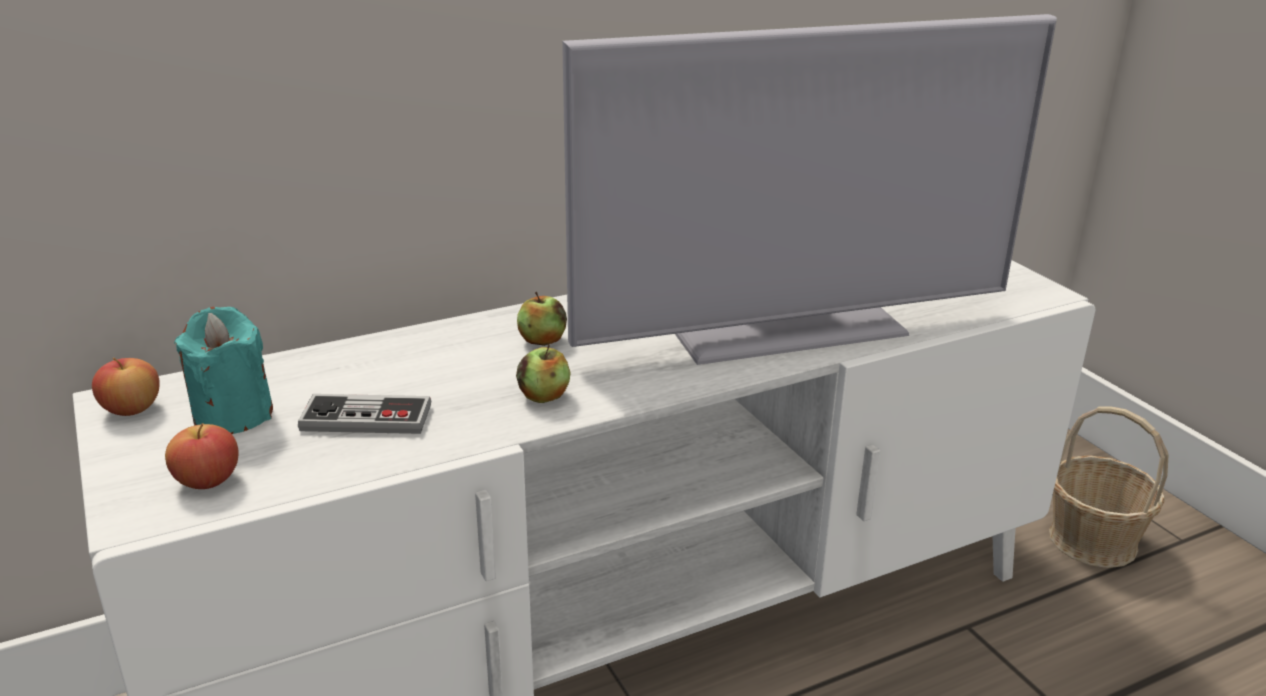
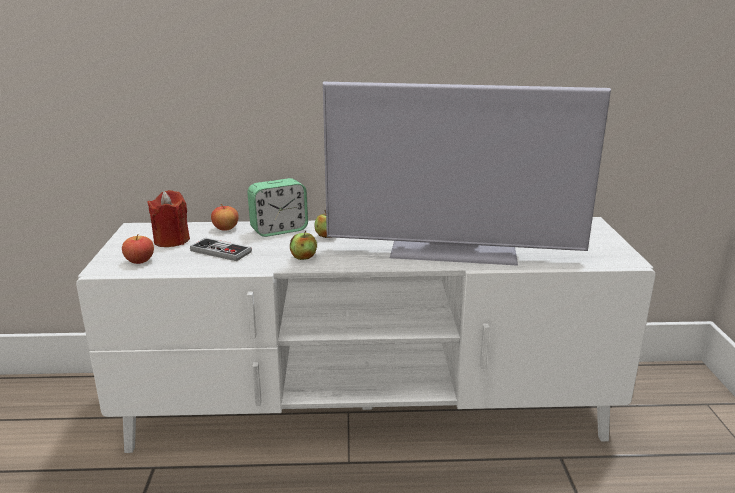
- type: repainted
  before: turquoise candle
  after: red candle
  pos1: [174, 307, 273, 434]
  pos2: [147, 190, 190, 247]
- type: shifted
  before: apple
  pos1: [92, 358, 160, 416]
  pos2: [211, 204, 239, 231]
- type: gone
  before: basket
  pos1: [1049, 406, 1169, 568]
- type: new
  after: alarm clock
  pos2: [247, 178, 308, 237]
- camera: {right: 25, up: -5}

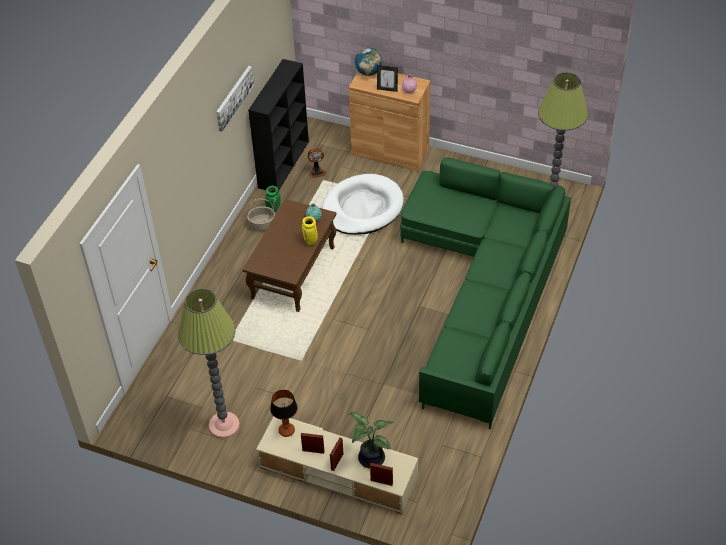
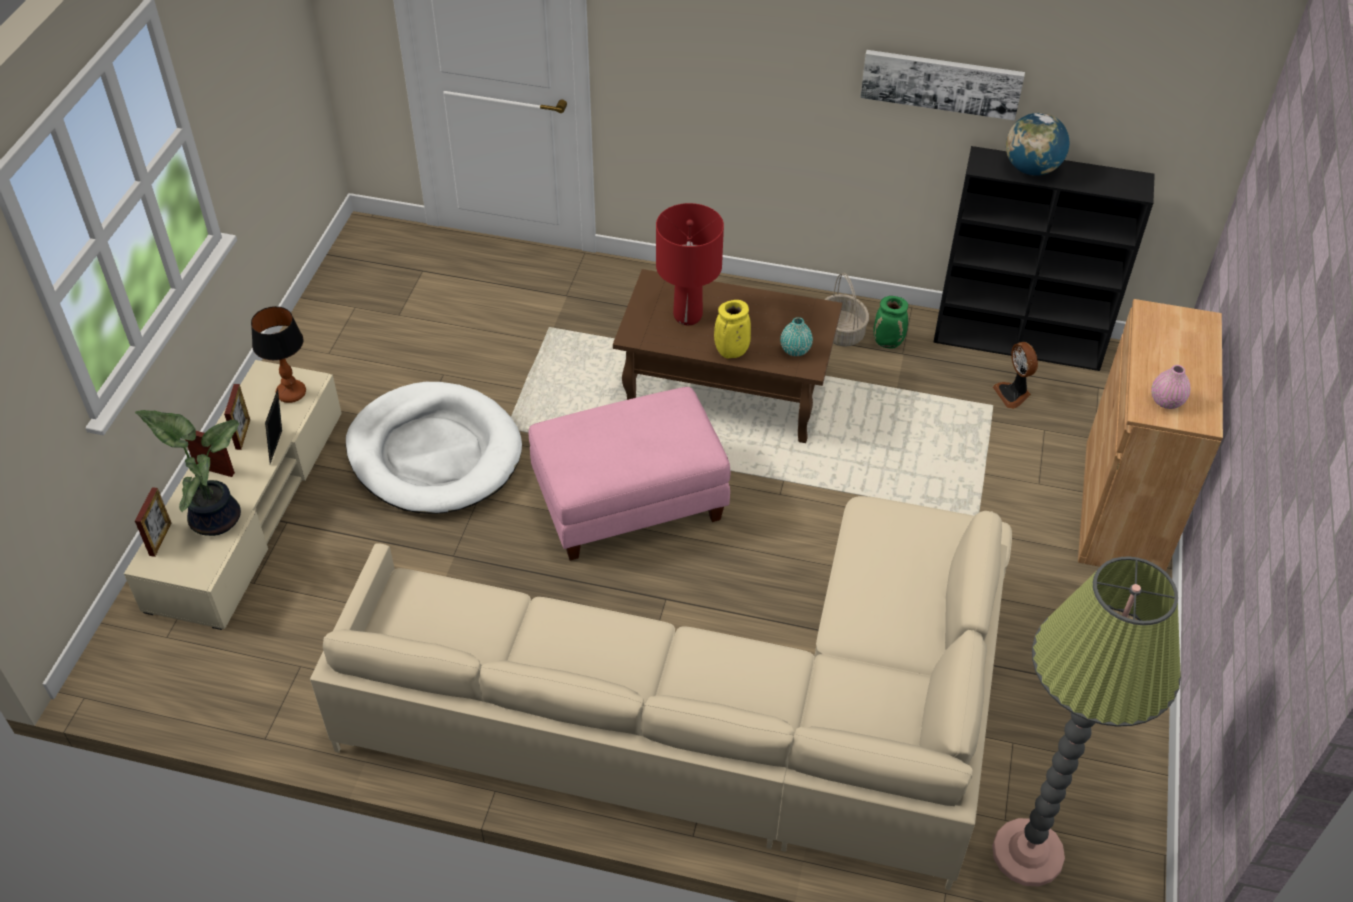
- type: shifted
  before: globe
  pos1: [355, 48, 382, 76]
  pos2: [1006, 113, 1069, 176]
- type: shifted
  before: picture frame
  pos1: [377, 65, 398, 92]
  pos2: [265, 389, 282, 464]
- type: repainted
  before: green sofa
  after: beige sofa
  pos1: [400, 157, 571, 430]
  pos2: [310, 496, 1012, 890]
- type: shifted
  before: white dog bed
  pos1: [322, 174, 404, 235]
  pos2: [346, 382, 522, 514]
- type: gone
  before: floor lamp
  pos1: [178, 289, 240, 439]
- type: new
  after: red table lamp
  pos2: [656, 203, 724, 325]
- type: new
  after: pink ottoman
  pos2: [529, 387, 730, 561]
- camera: {right: 80, up: 0}

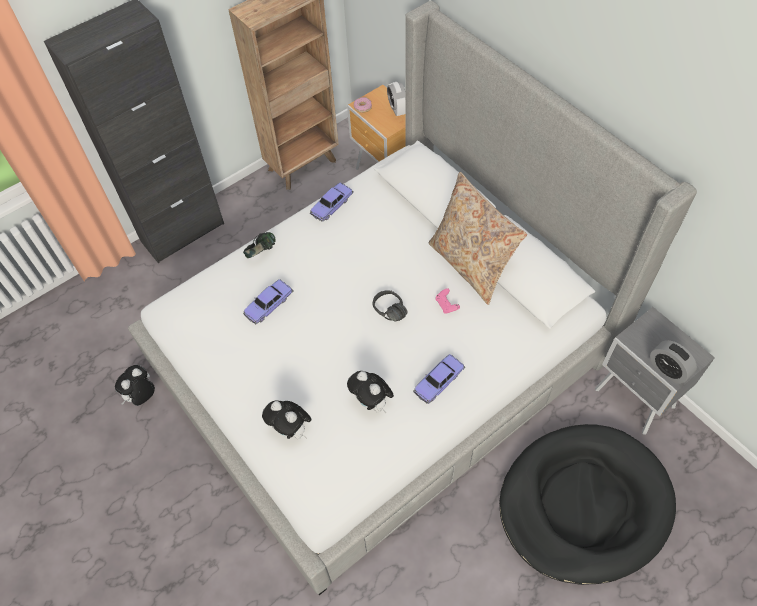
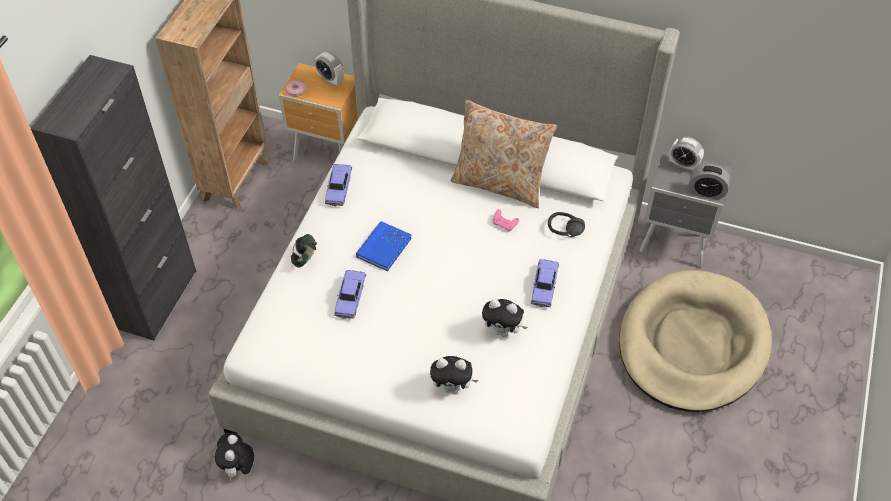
- type: shifted
  before: black headphones
  pos1: [373, 290, 408, 322]
  pos2: [548, 212, 585, 237]
- type: repainted
  before: black dog bed
  after: beige dog bed
  pos1: [499, 424, 676, 585]
  pos2: [619, 270, 772, 412]
- type: new
  after: alarm clock
  pos2: [669, 137, 704, 172]
- type: new
  after: blue book
  pos2: [356, 221, 412, 271]
- camera: {right: -35, up: -5}

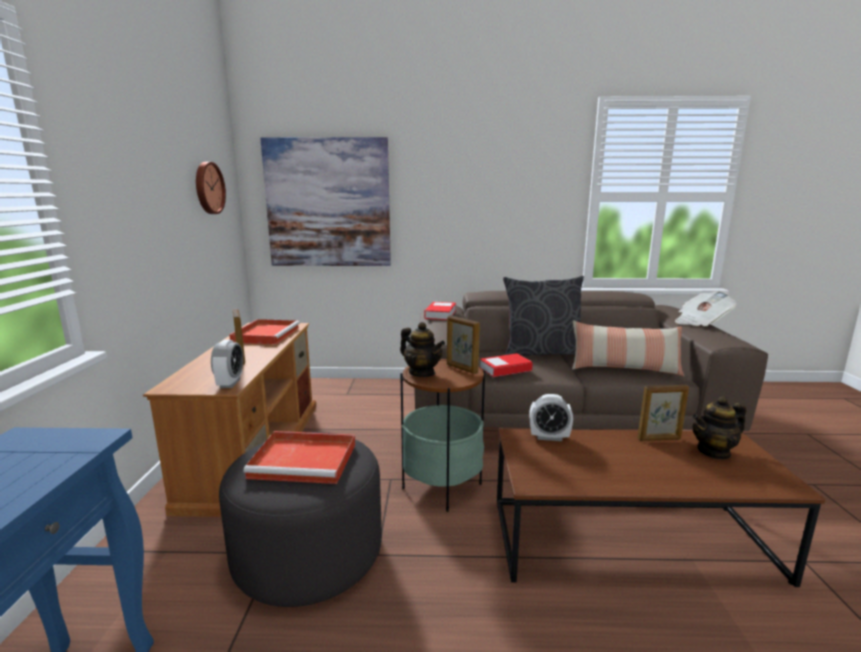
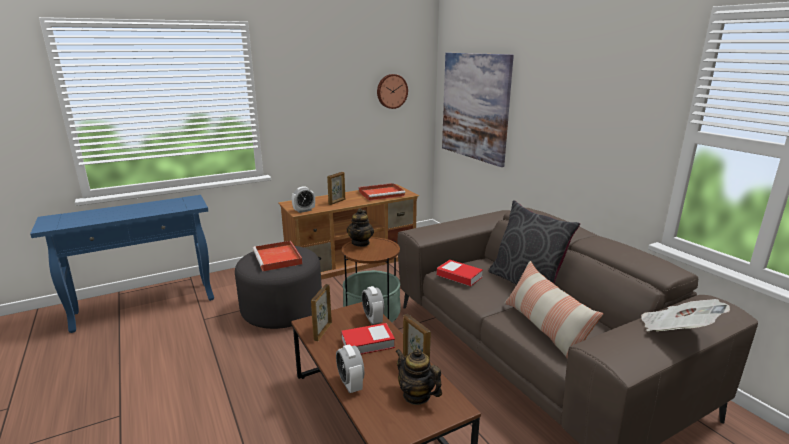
- type: shifted
  before: book
  pos1: [424, 302, 456, 320]
  pos2: [341, 323, 395, 354]
- type: shifted
  before: picture frame
  pos1: [447, 315, 480, 374]
  pos2: [311, 284, 332, 341]
- type: new
  after: alarm clock
  pos2: [336, 344, 364, 393]
- camera: {right: 60, up: 5}

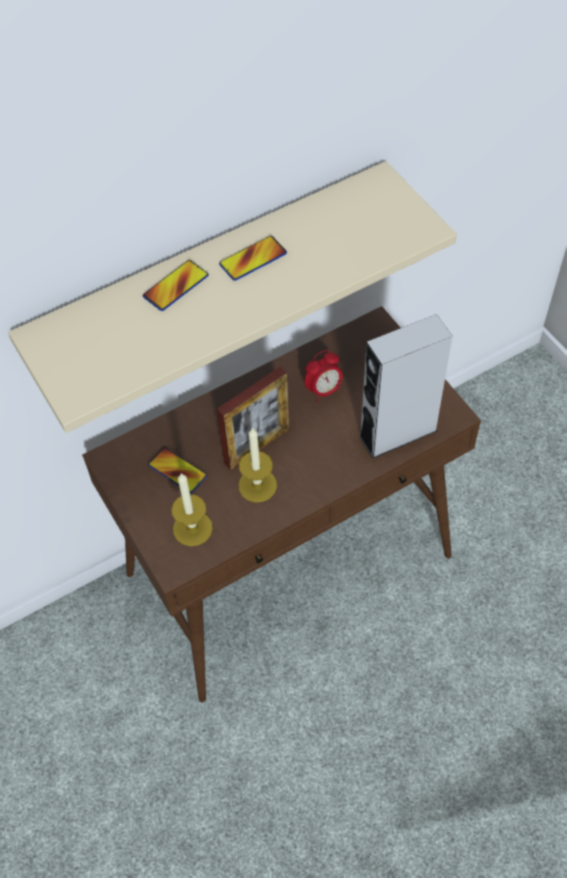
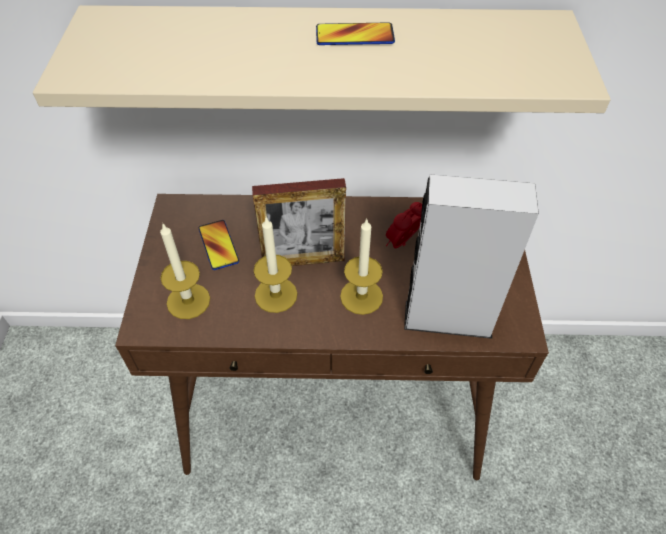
- type: gone
  before: phone
  pos1: [143, 260, 209, 311]
- type: rotated
  before: alarm clock
  pos1: [305, 350, 343, 402]
  pos2: [386, 202, 422, 249]
  turn: 135
- type: new
  after: candle
  pos2: [340, 218, 383, 315]
- camera: {right: 30, up: -5}

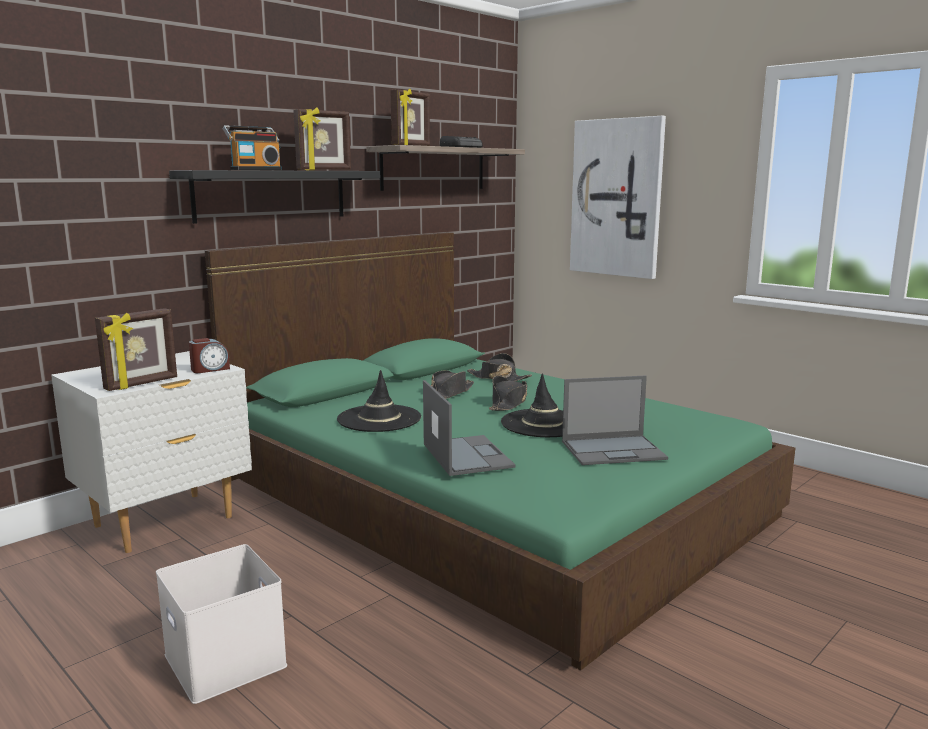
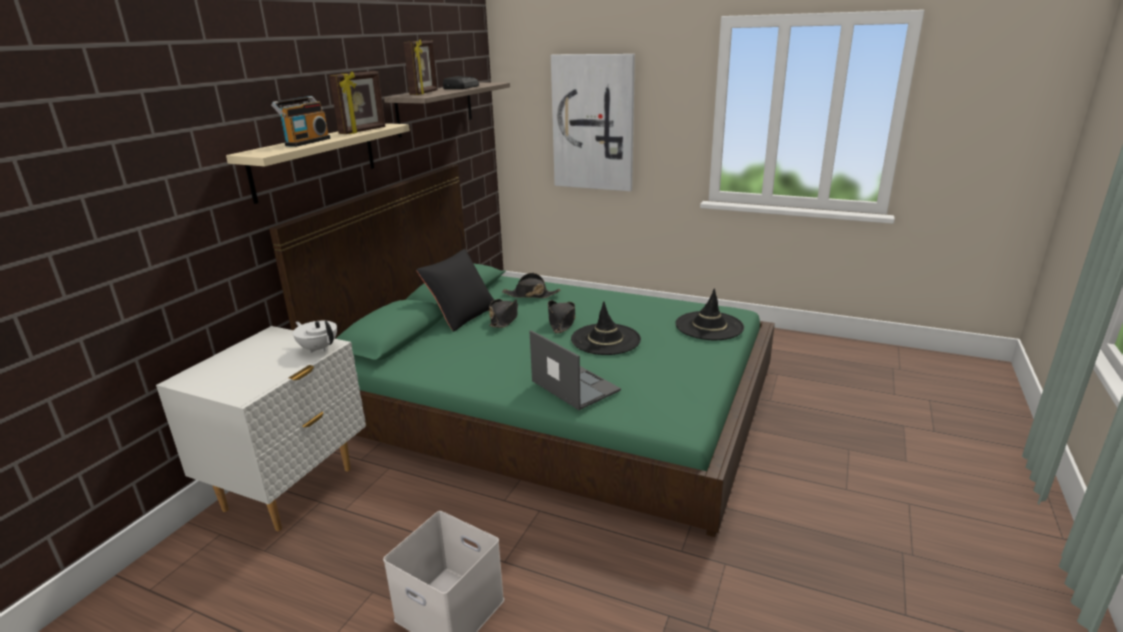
- type: repainted
  before: black shelf
  after: beige shelf
  pos1: [169, 170, 380, 224]
  pos2: [226, 123, 410, 204]
- type: gone
  before: picture frame
  pos1: [95, 308, 177, 391]
- type: swapped
  before: alarm clock
  after: white teapot
  pos1: [189, 338, 230, 373]
  pos2: [293, 320, 337, 353]
- type: shifted
  before: black hat
  pos1: [337, 370, 421, 432]
  pos2: [675, 288, 744, 340]
- type: gone
  before: laptop
  pos1: [562, 376, 668, 465]
- type: new
  after: black pillow
  pos2: [416, 249, 494, 332]
- camera: {right: -20, up: 10}

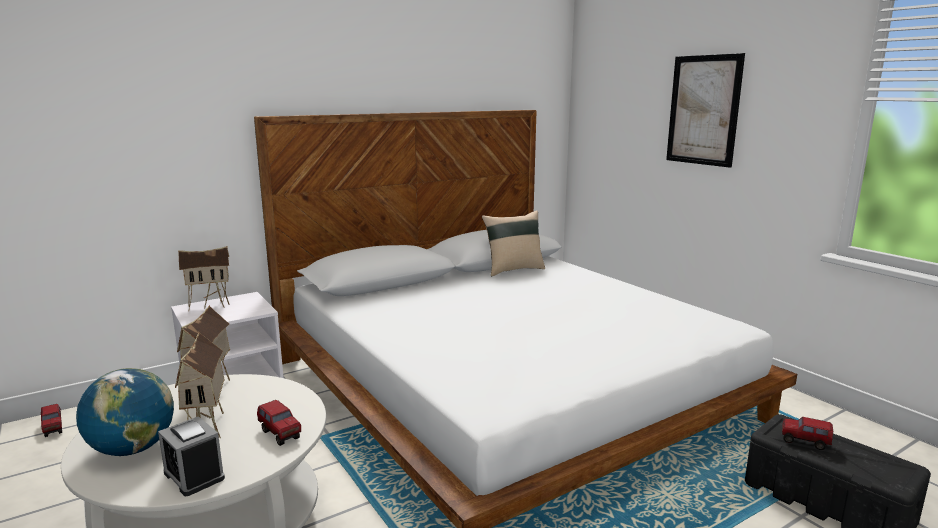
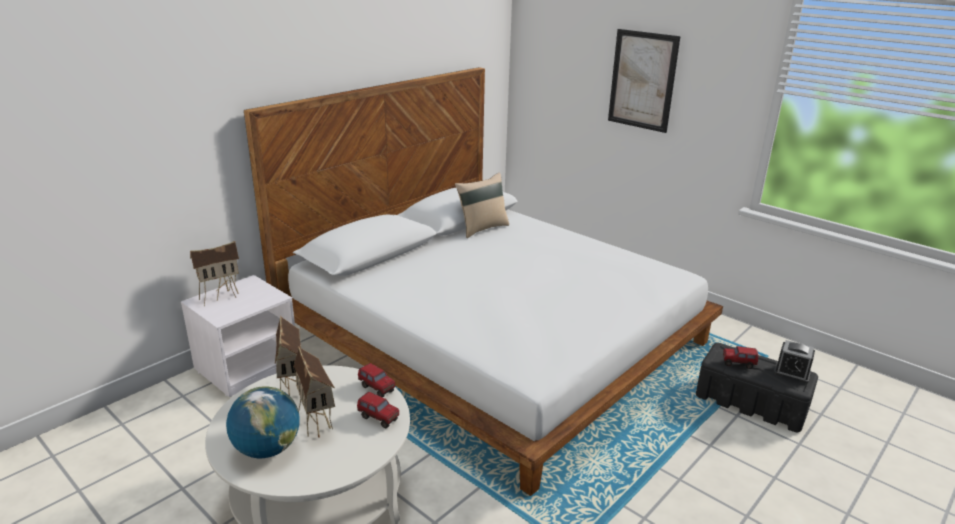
- type: shifted
  before: toy truck
  pos1: [41, 404, 62, 437]
  pos2: [358, 363, 395, 397]
- type: shifted
  before: alarm clock
  pos1: [158, 416, 225, 496]
  pos2: [774, 340, 815, 384]
- camera: {right: -15, up: 10}

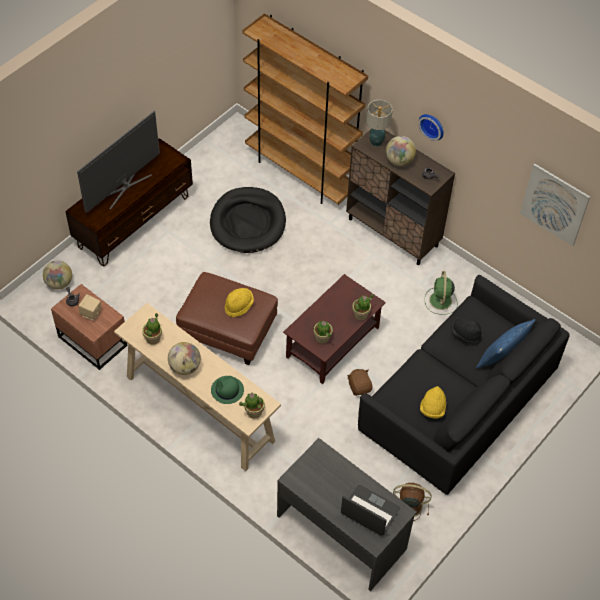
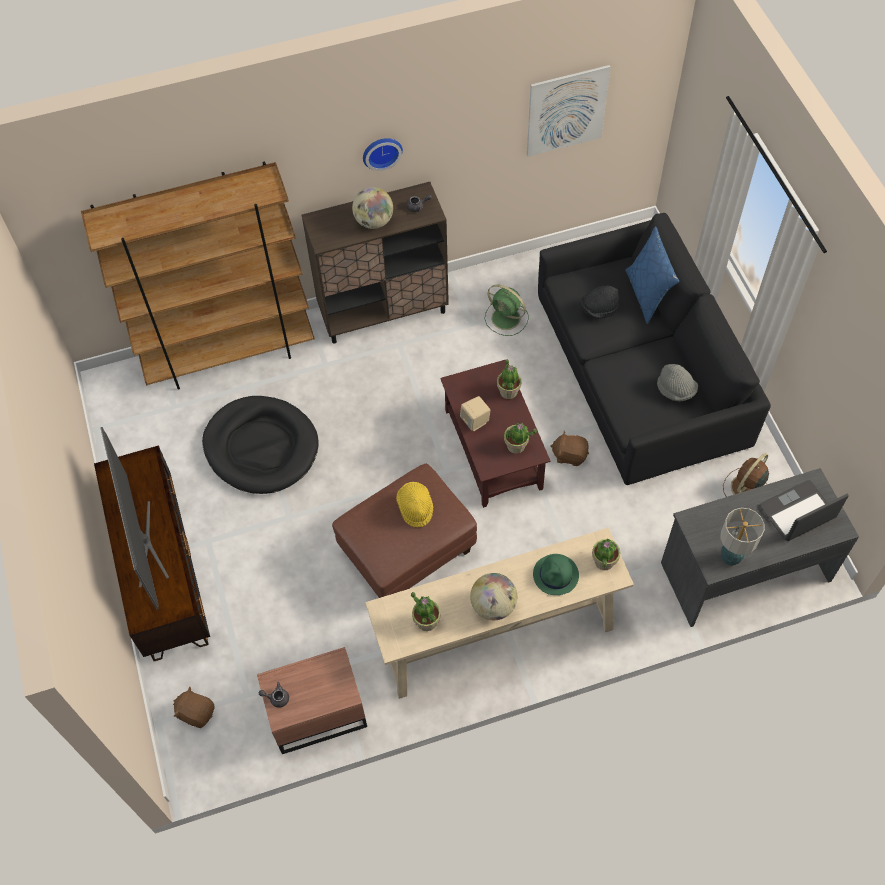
- type: shifted
  before: table lamp
  pos1: [366, 100, 393, 146]
  pos2: [720, 508, 765, 566]
- type: swapped
  before: globe
  after: brown plush toy
  pos1: [43, 260, 72, 289]
  pos2: [173, 687, 214, 728]
- type: shifted
  before: beige speaker
  pos1: [79, 294, 101, 321]
  pos2: [460, 396, 490, 431]
- type: repainted
  before: yellow hat
  after: grey hat
  pos1: [420, 386, 446, 419]
  pos2: [657, 364, 698, 402]
- camera: {right: -55, up: 5}

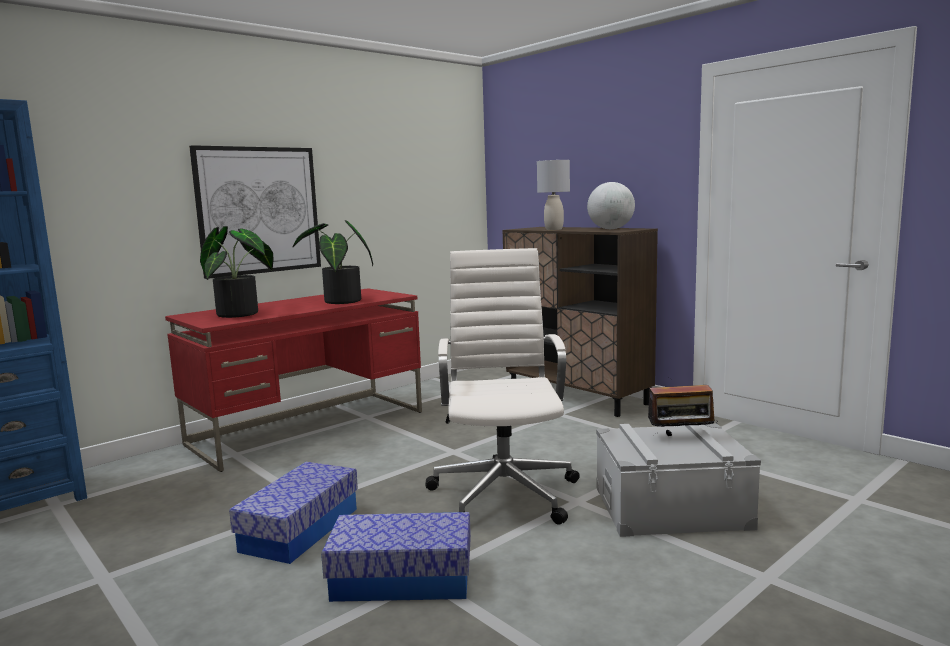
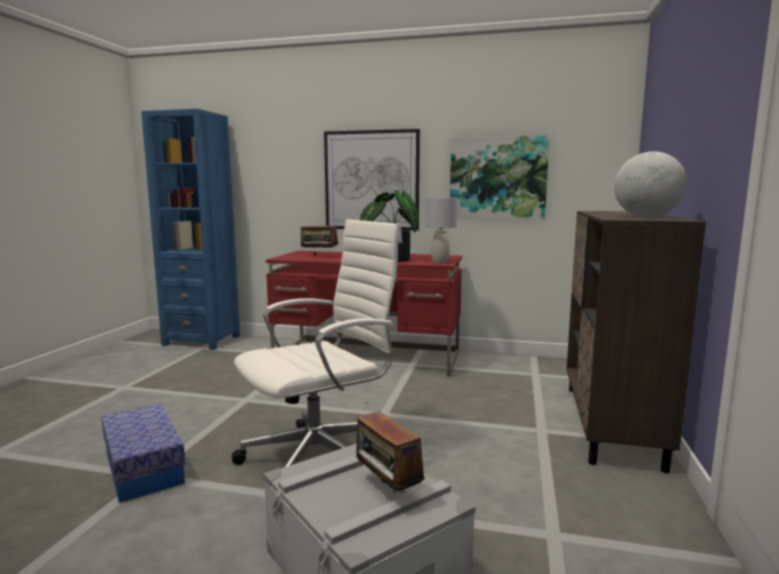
- type: shifted
  before: grey table lamp
  pos1: [537, 160, 570, 230]
  pos2: [426, 197, 458, 264]
- type: swapped
  before: potted plant
  after: radio
  pos1: [200, 226, 274, 318]
  pos2: [301, 217, 339, 256]
- type: gone
  before: storage box
  pos1: [229, 462, 358, 564]
- type: new
  after: picture
  pos2: [450, 135, 550, 220]
- camera: {right: 55, up: 0}

